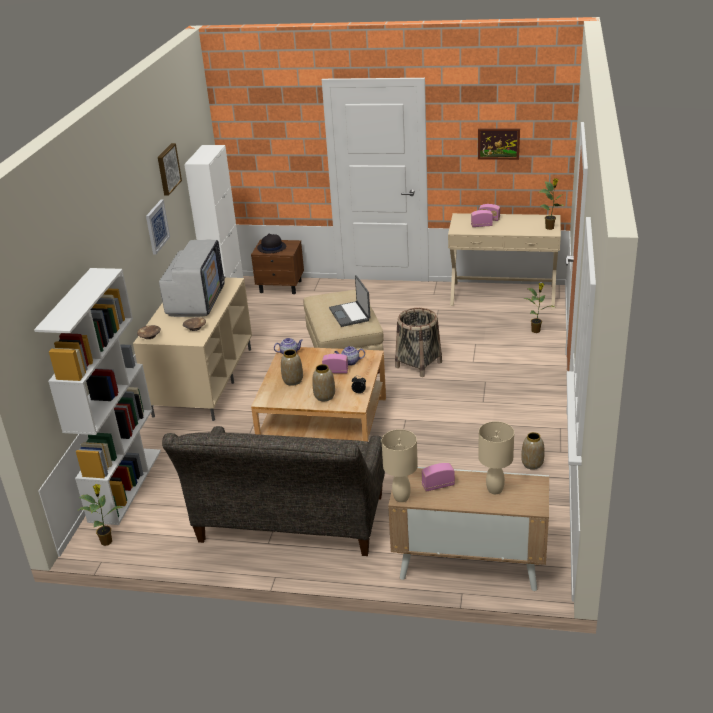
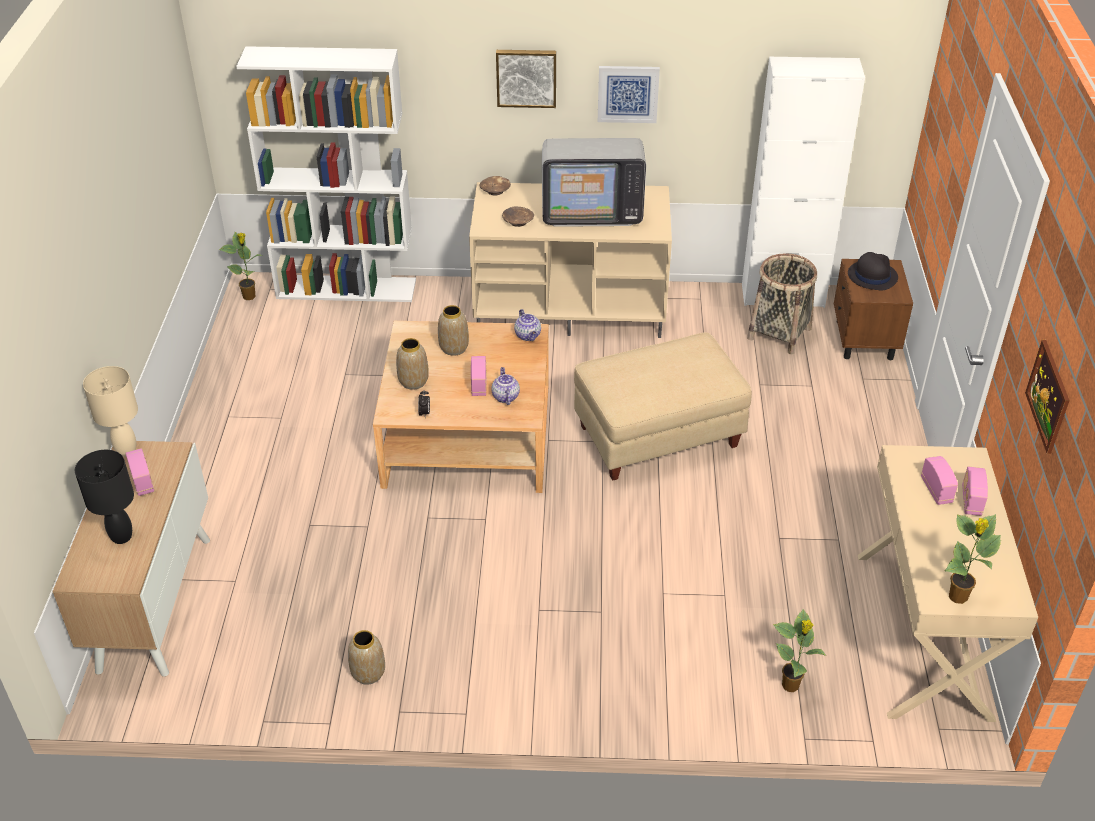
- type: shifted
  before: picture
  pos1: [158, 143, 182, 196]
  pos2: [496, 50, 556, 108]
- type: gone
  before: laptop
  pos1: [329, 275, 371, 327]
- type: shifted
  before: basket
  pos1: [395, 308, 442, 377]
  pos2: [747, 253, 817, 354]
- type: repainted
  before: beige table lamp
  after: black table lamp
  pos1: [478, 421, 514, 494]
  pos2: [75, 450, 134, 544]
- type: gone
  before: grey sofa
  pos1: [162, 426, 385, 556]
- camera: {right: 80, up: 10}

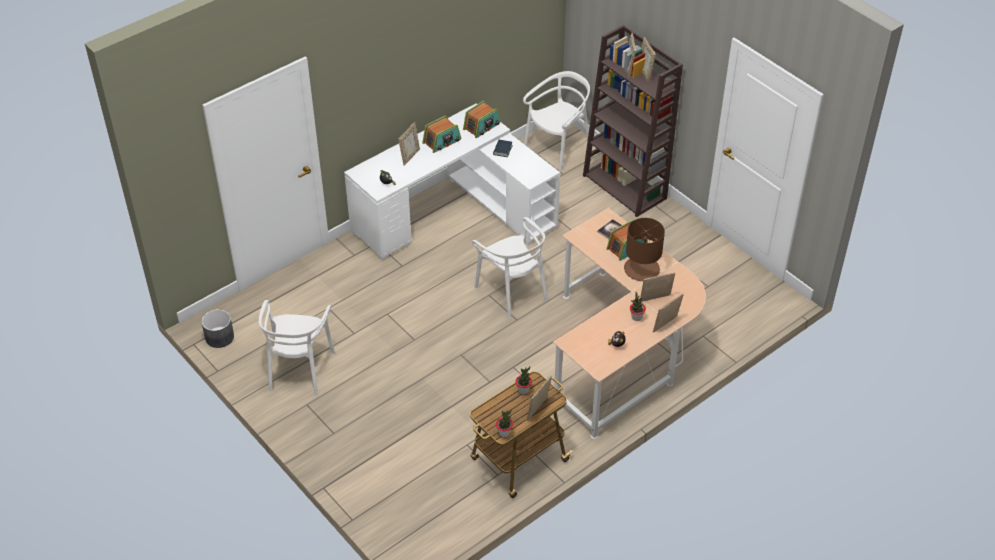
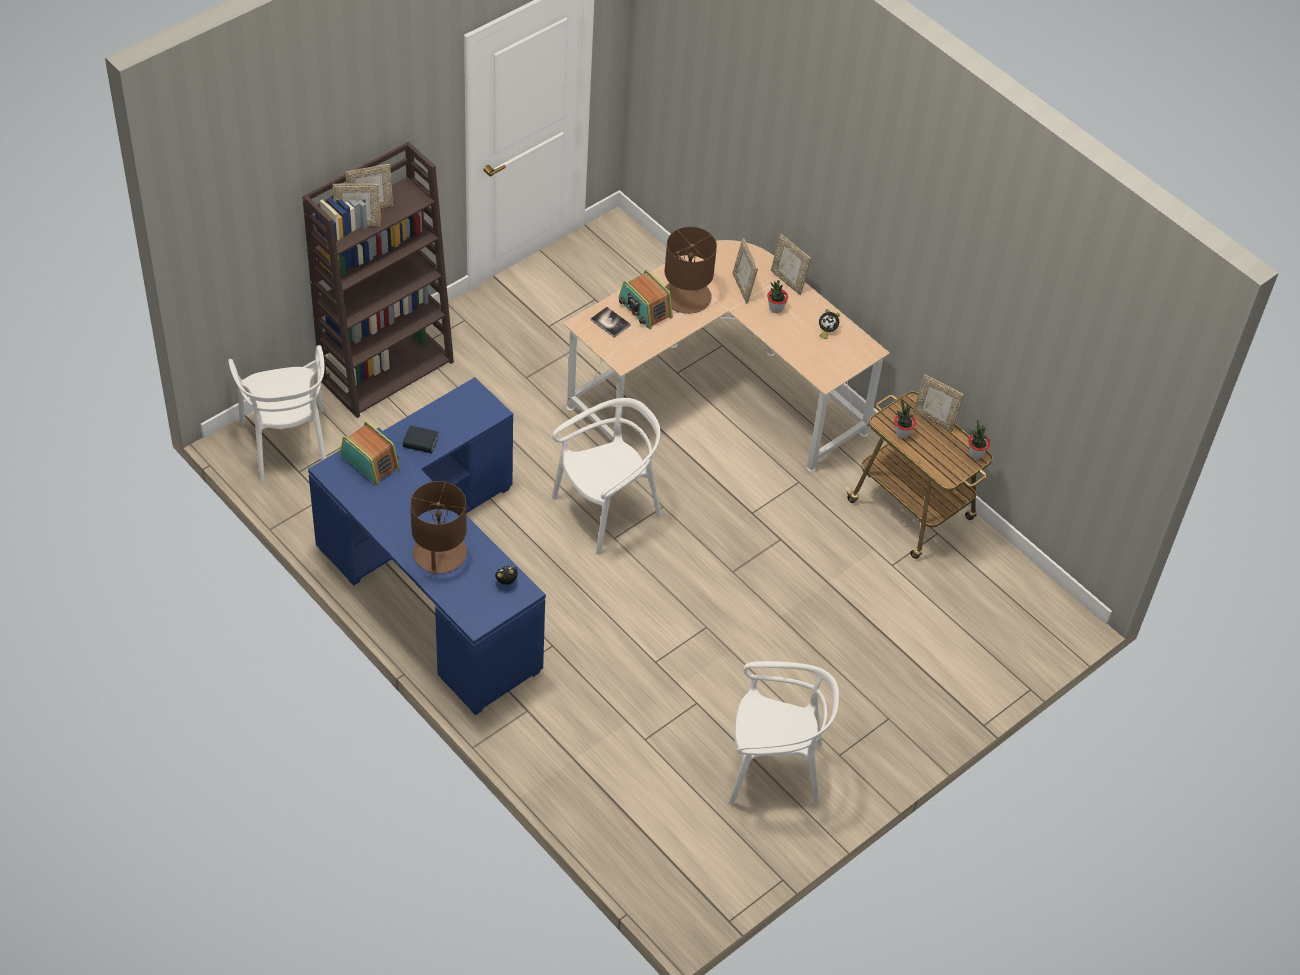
- type: rotated
  before: white chair
  pos1: [523, 71, 590, 171]
  pos2: [228, 345, 326, 482]
  turn: -150
- type: repainted
  before: white desk
  after: blue desk
  pos1: [344, 103, 560, 260]
  pos2: [308, 377, 546, 715]
- type: gone
  before: radio
  pos1: [422, 116, 461, 153]
- type: swapped
  before: picture frame
  after: brown table lamp
  pos1: [398, 122, 420, 166]
  pos2: [410, 481, 467, 578]
- type: gone
  before: grey planter
  pos1: [201, 309, 234, 348]
- camera: {right: -95, up: 5}

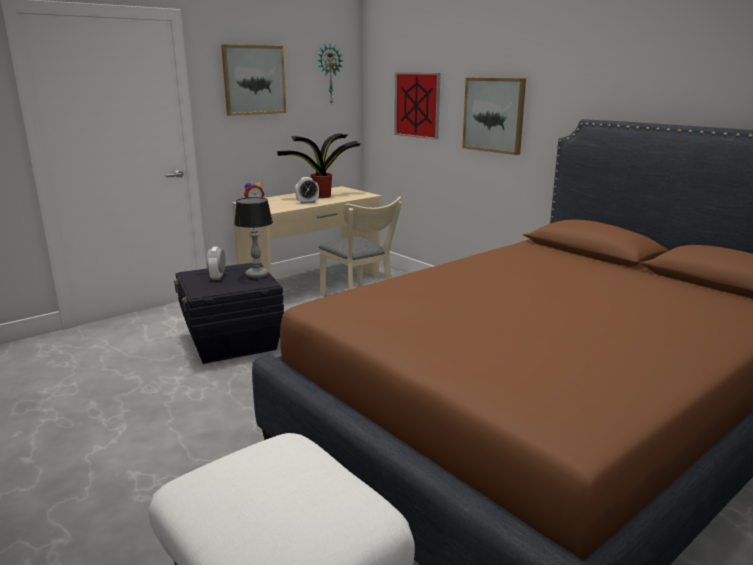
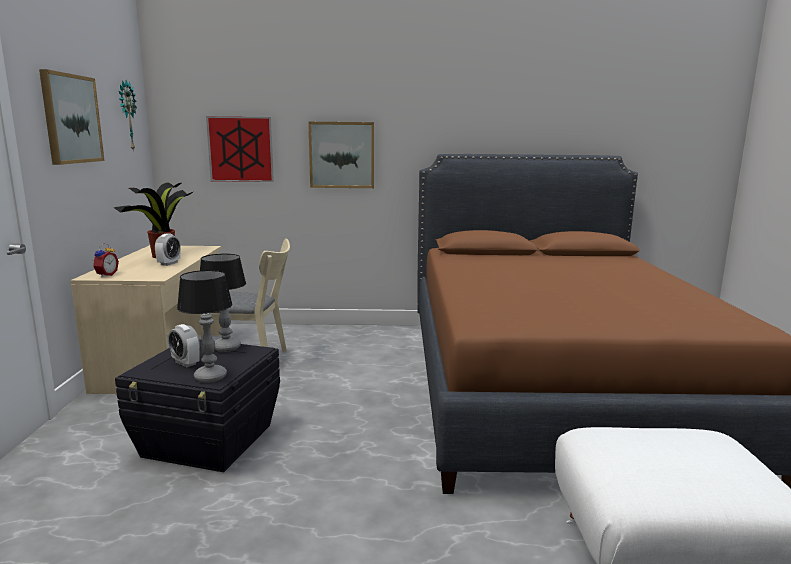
- type: new
  after: table lamp
  pos2: [177, 270, 233, 383]
- camera: {right: -50, up: -5}

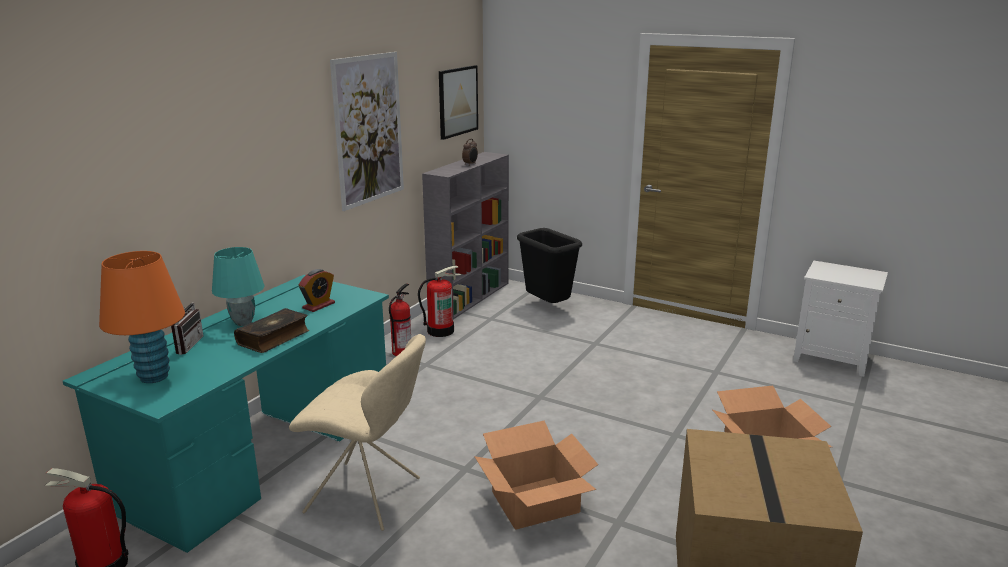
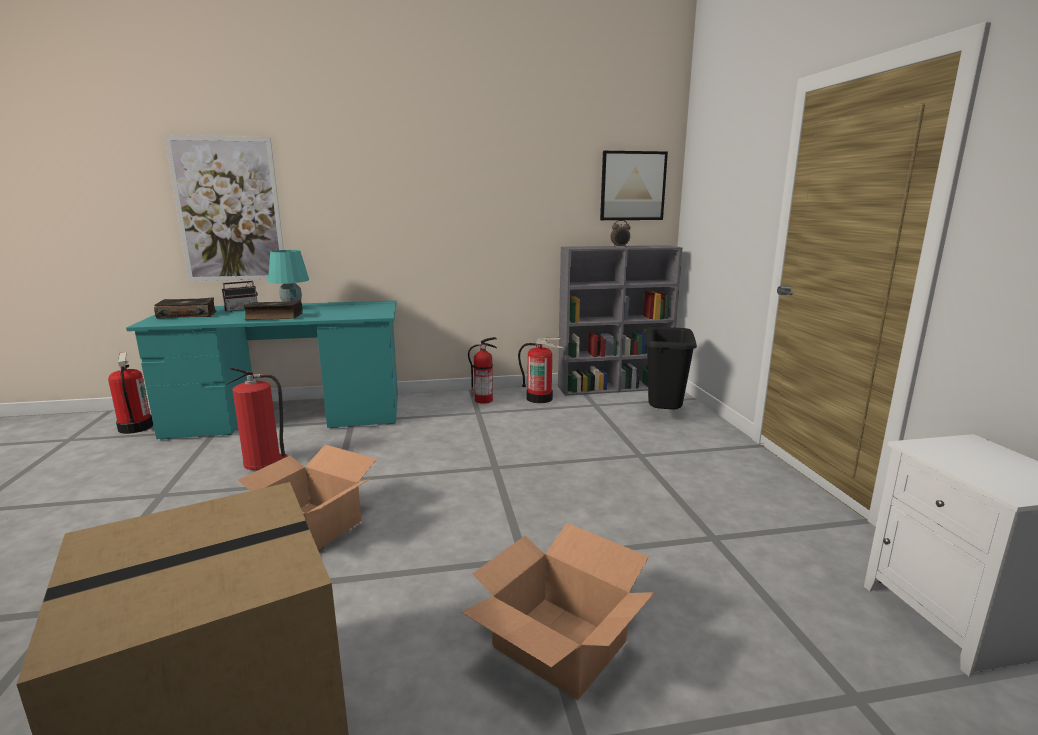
- type: shifted
  before: picture
  pos1: [330, 52, 404, 211]
  pos2: [165, 135, 284, 281]
- type: swapped
  before: orange table lamp
  after: book
  pos1: [99, 251, 185, 383]
  pos2: [154, 297, 216, 319]
- type: gone
  before: alarm clock
  pos1: [299, 269, 335, 312]
- type: swapped
  before: beige chair
  after: fire extinguisher
  pos1: [289, 334, 426, 531]
  pos2: [227, 367, 287, 470]
- camera: {right: 50, up: -5}

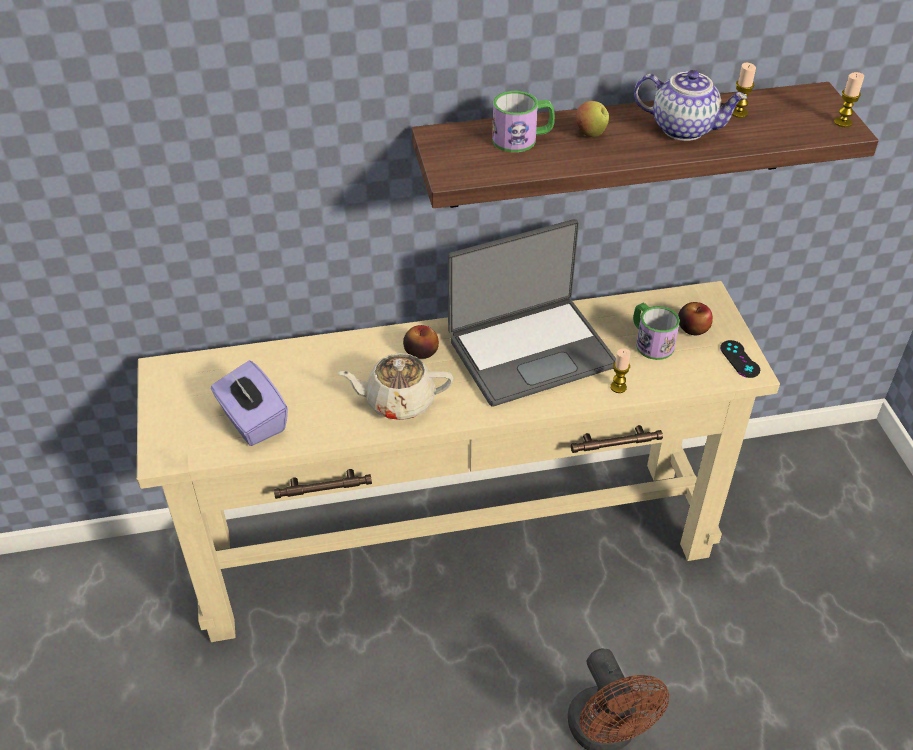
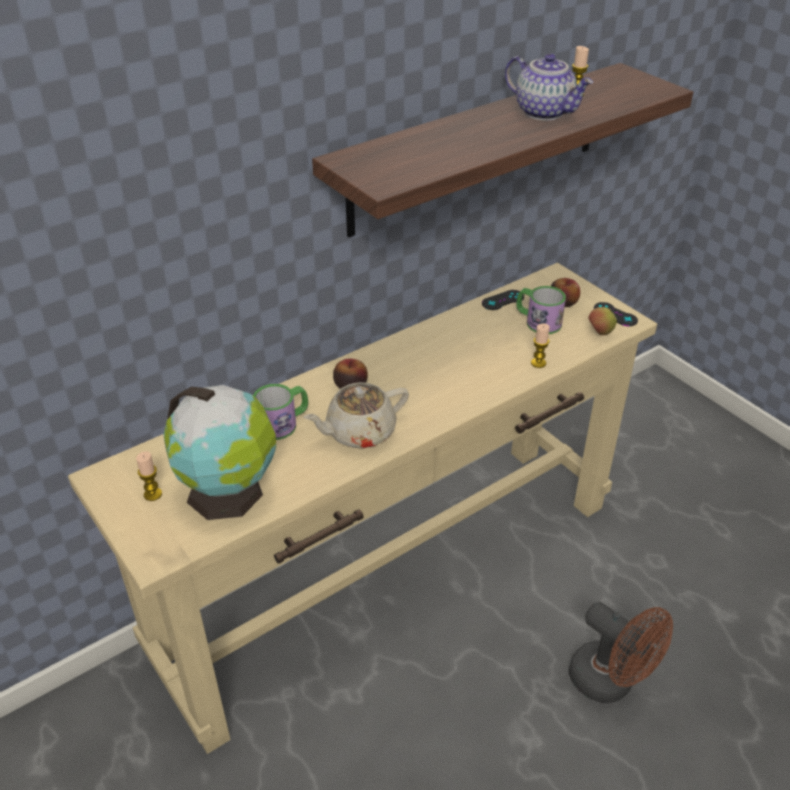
- type: rotated
  before: teapot
  pos1: [634, 70, 747, 141]
  pos2: [505, 53, 593, 121]
  turn: 45
- type: shifted
  before: candle
  pos1: [834, 72, 864, 127]
  pos2: [136, 451, 162, 501]
- type: shifted
  before: mug
  pos1: [492, 91, 555, 152]
  pos2: [253, 384, 308, 440]
- type: shifted
  before: apple
  pos1: [575, 101, 609, 137]
  pos2: [588, 307, 617, 335]
- type: gone
  before: laptop
  pos1: [448, 219, 616, 407]
- type: swapped
  before: purple tissue box
  after: globe
  pos1: [211, 361, 288, 446]
  pos2: [163, 385, 276, 520]
- type: new
  after: black game controller
  pos2: [482, 290, 524, 310]
- camera: {right: -25, up: -5}

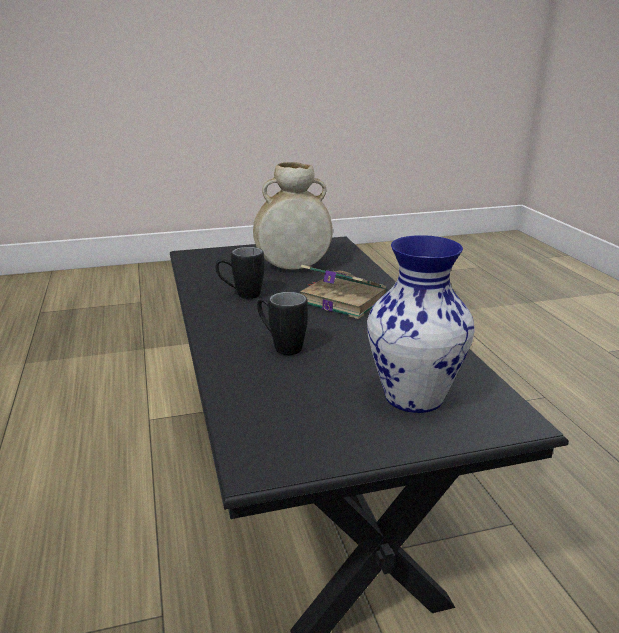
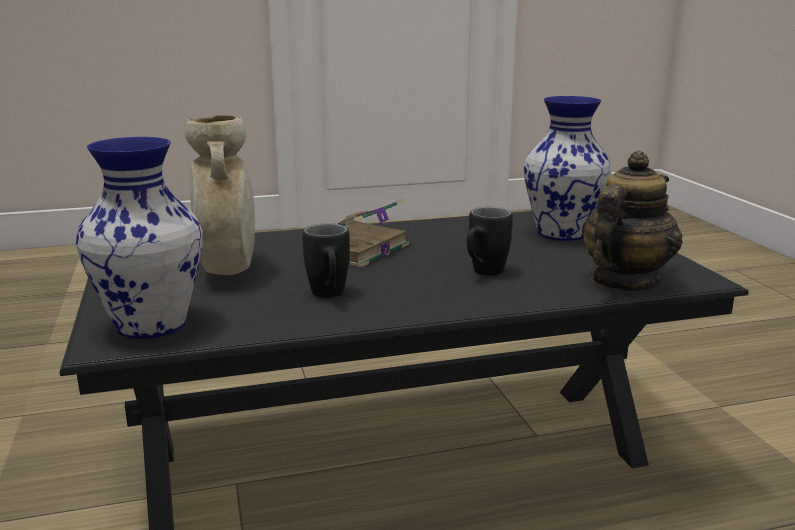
- type: new
  after: vase
  pos2: [76, 137, 203, 339]
- type: new
  after: teapot
  pos2: [582, 151, 683, 291]
- camera: {right: -90, up: -5}

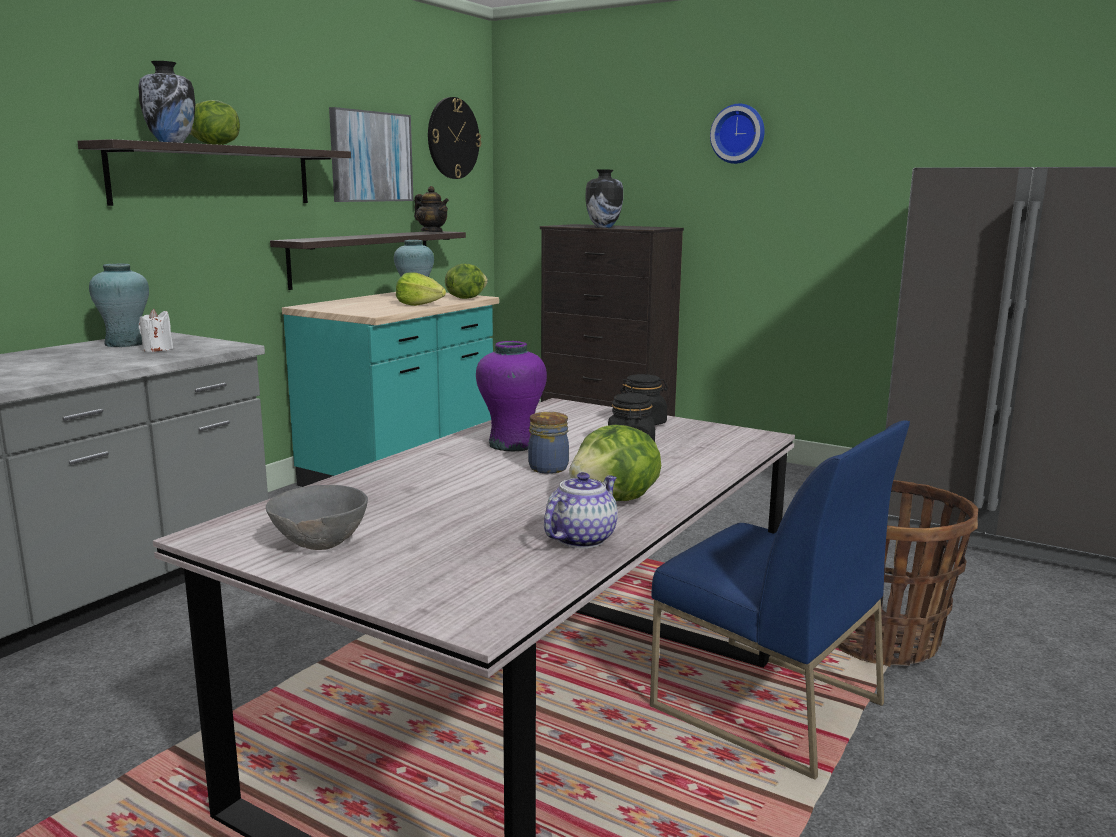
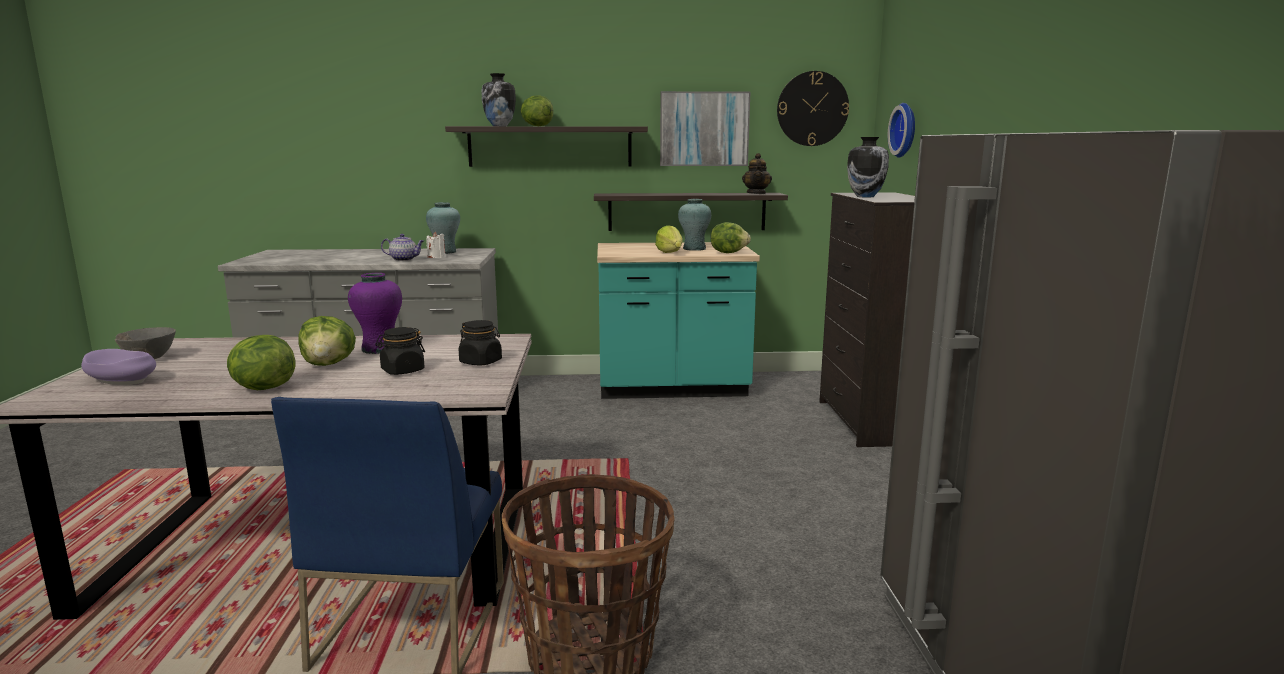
- type: shifted
  before: wall clock
  pos1: [710, 104, 765, 164]
  pos2: [888, 103, 915, 157]
- type: swapped
  before: jar
  after: lettuce
  pos1: [528, 412, 569, 474]
  pos2: [299, 316, 356, 366]
- type: shifted
  before: teapot
  pos1: [544, 472, 618, 548]
  pos2: [381, 234, 424, 261]
- type: new
  after: purple bowl
  pos2: [81, 349, 156, 385]
- camera: {right: 55, up: 0}

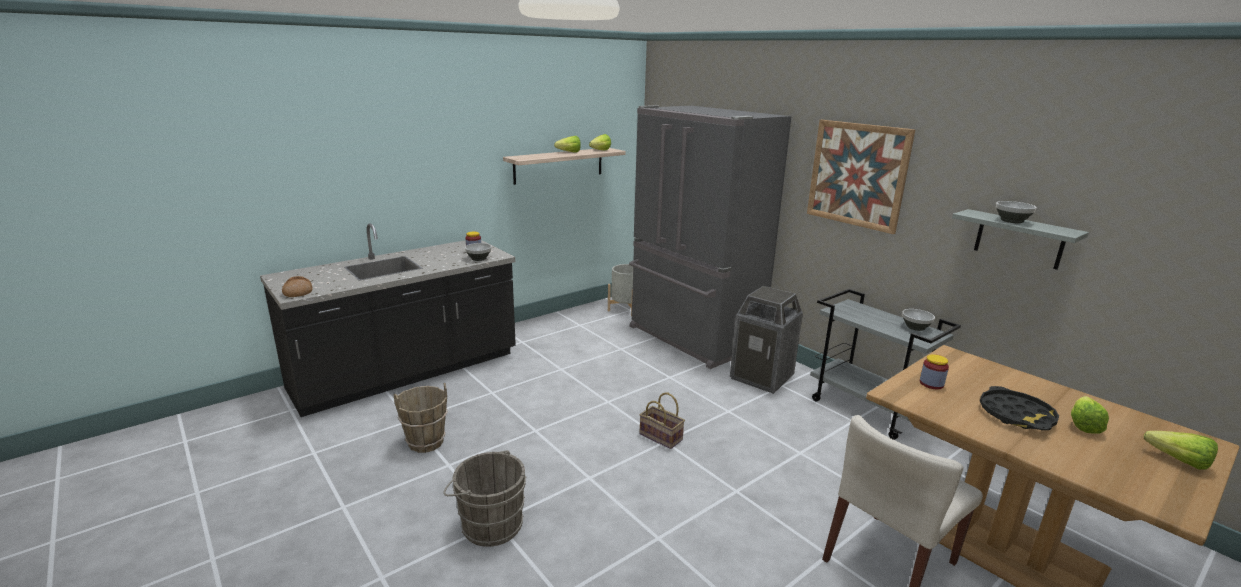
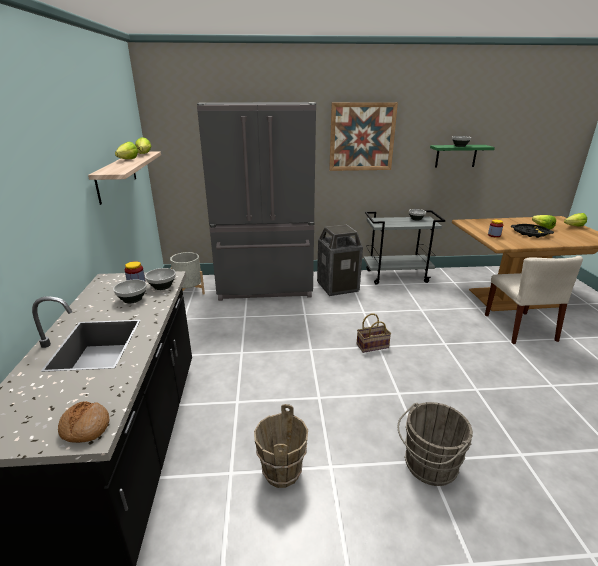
- type: repainted
  before: grey shelf
  after: green shelf
  pos1: [952, 209, 1089, 270]
  pos2: [430, 145, 495, 167]
- type: new
  after: bowl
  pos2: [113, 279, 147, 303]
- camera: {right: -55, up: 5}

